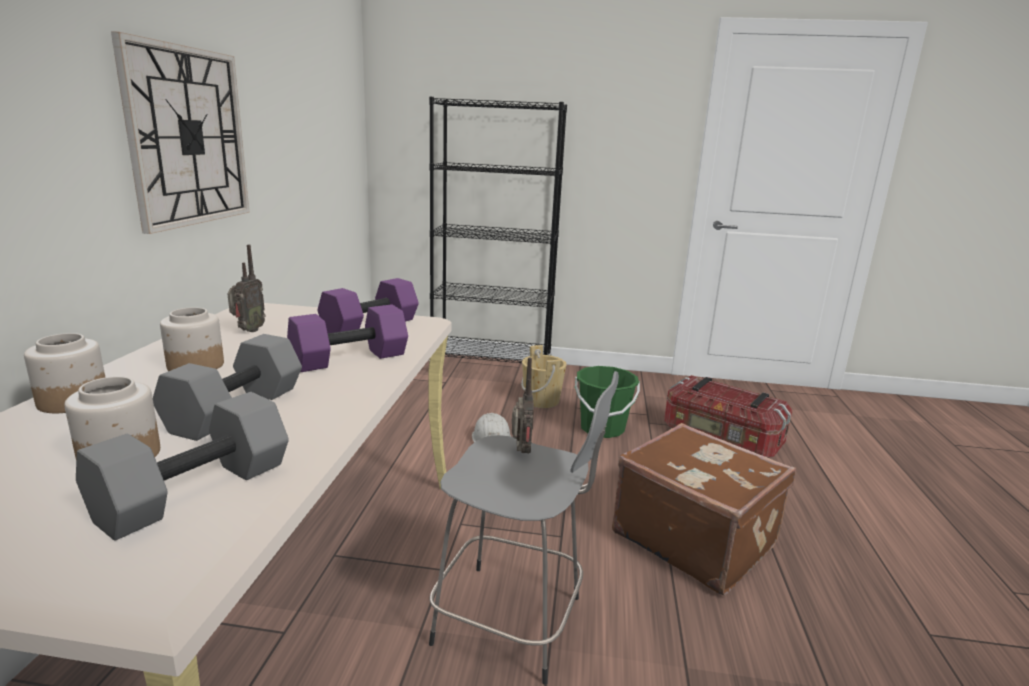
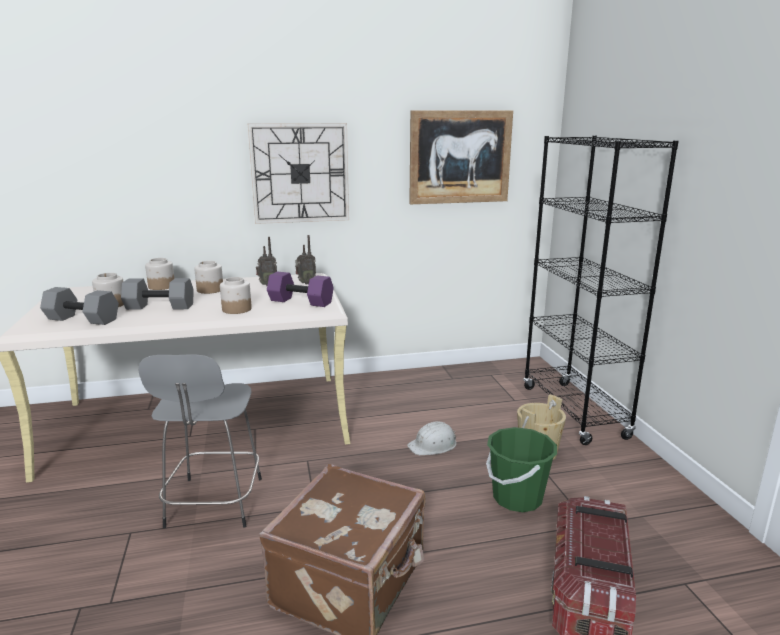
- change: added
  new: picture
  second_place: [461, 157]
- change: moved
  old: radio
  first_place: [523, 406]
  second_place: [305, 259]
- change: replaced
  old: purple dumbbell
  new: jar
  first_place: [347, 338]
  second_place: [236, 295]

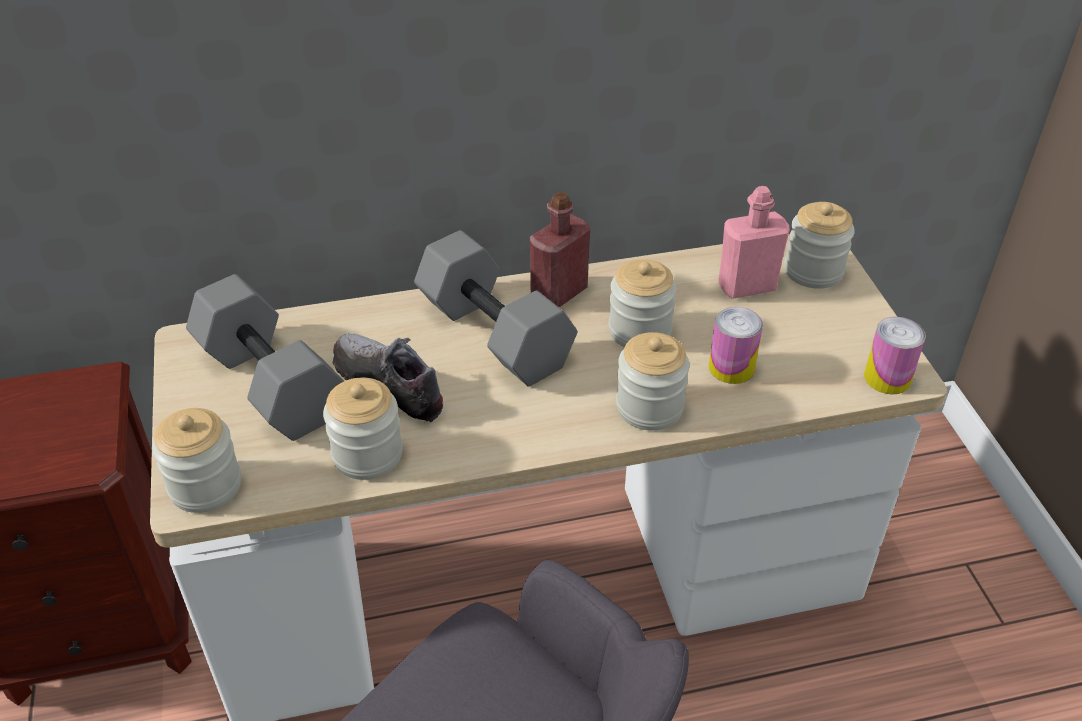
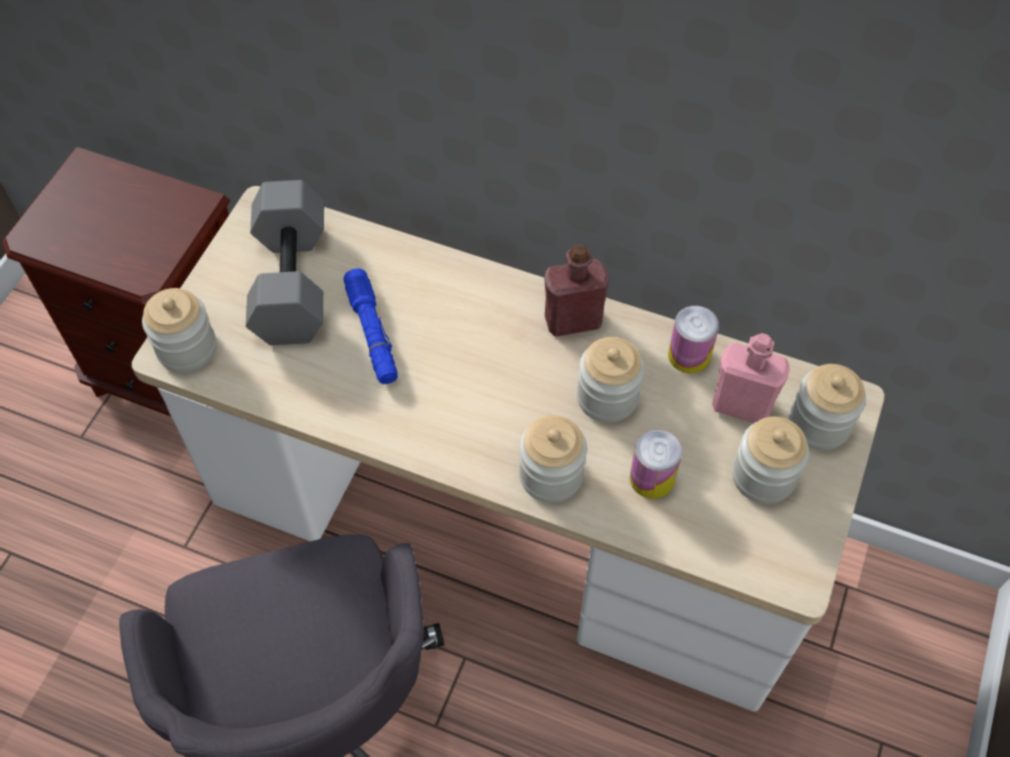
- change: removed
  old: grey dumbbell
  first_place: [495, 308]
- change: moved
  old: jar
  first_place: [363, 428]
  second_place: [770, 460]
- change: moved
  old: can
  first_place: [895, 355]
  second_place: [693, 339]
- change: replaced
  old: shoe
  new: blue flashlight
  first_place: [388, 377]
  second_place: [370, 326]

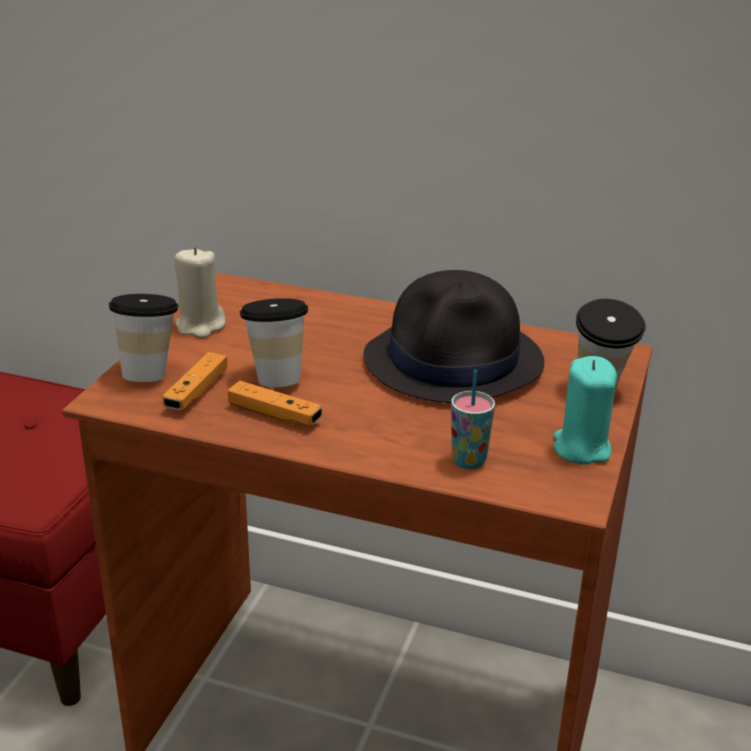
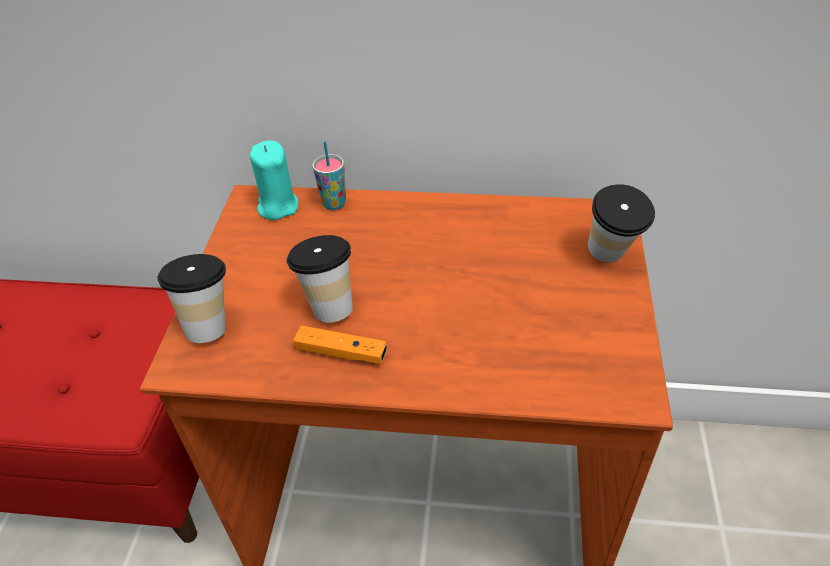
- change: removed
  old: orange game controller
  first_place: [194, 381]
- change: removed
  old: beige candle
  first_place: [200, 292]
- change: removed
  old: black hat
  first_place: [453, 336]
- change: moved
  old: cup
  first_place: [473, 419]
  second_place: [329, 175]
- change: moved
  old: turquoise candle
  first_place: [585, 410]
  second_place: [274, 180]

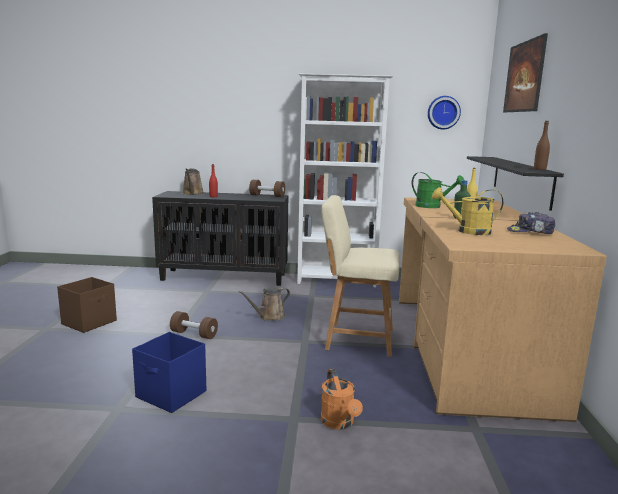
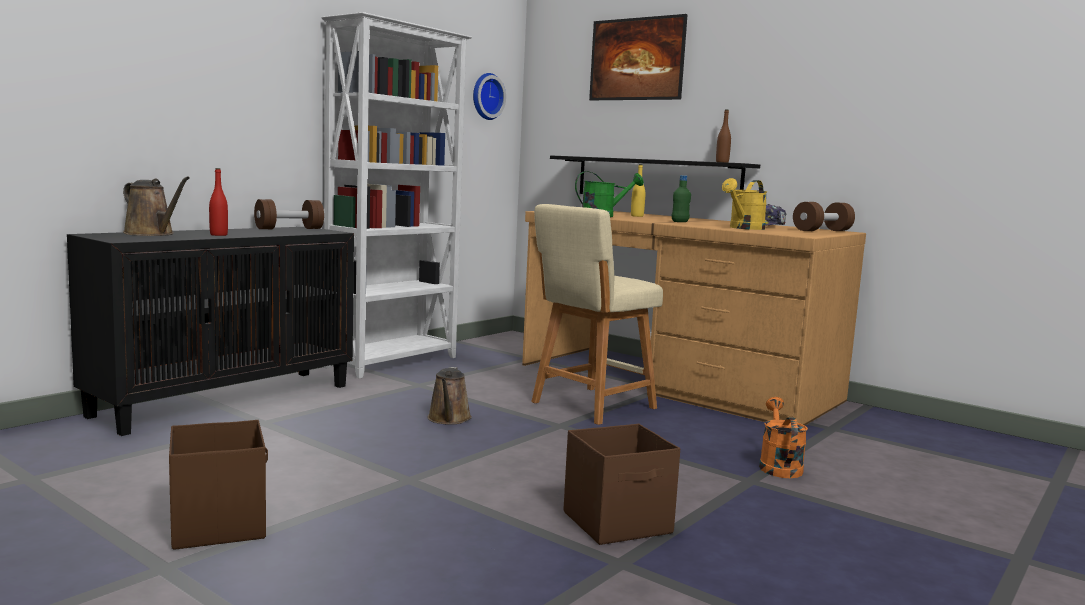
- change: moved
  old: brown dumbbell
  first_place: [194, 325]
  second_place: [824, 216]
- change: recoloured
  old: blue storage box
  new: brown storage box
  first_place: [169, 372]
  second_place: [622, 484]
- change: turned
  old: orange watering can
  first_place: [342, 399]
  second_place: [783, 437]
  degrees: -105

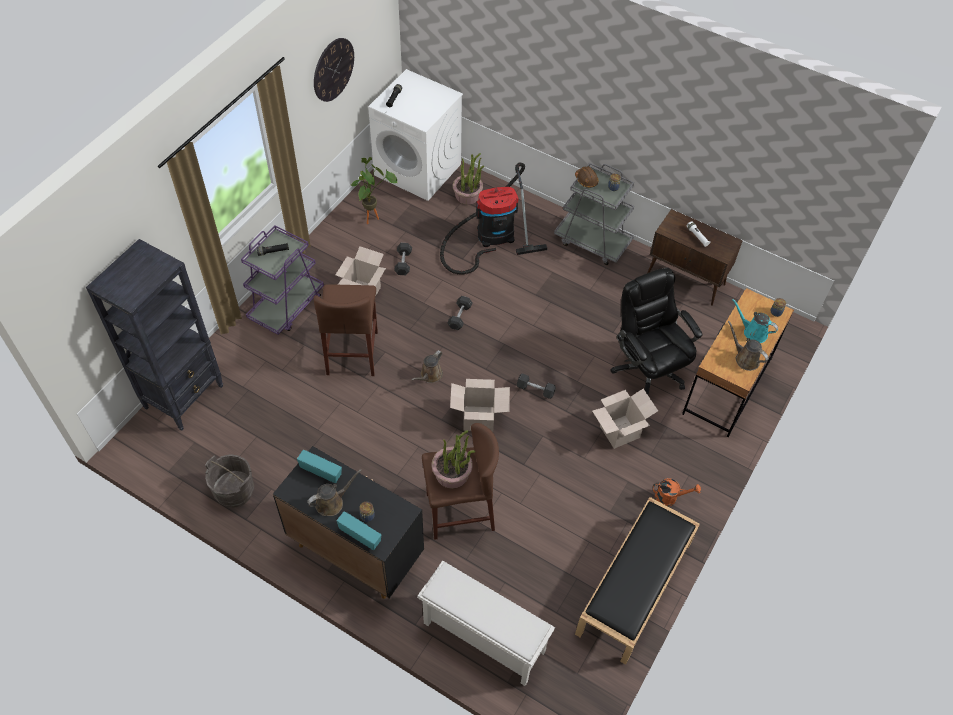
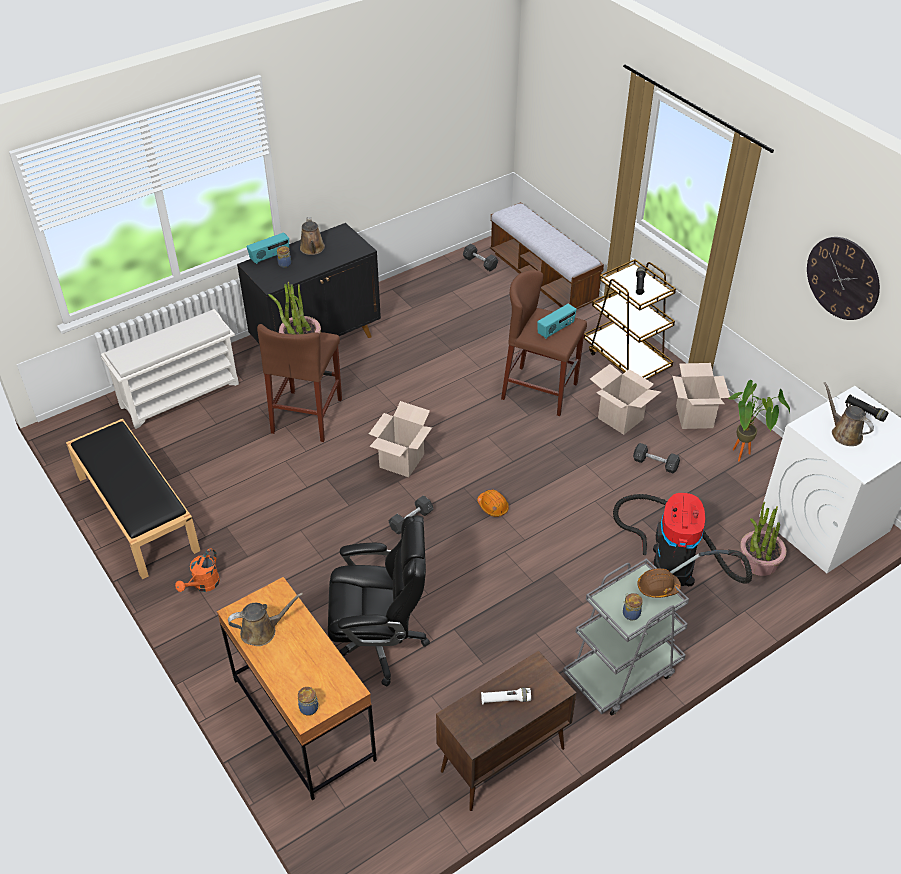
- change: removed
  old: grey bucket
  first_place: [229, 481]
- change: removed
  old: turquoise watering can
  first_place: [755, 321]
- change: added
  new: orange hard hat
  second_place: [493, 503]
- change: moved
  old: radio
  first_place: [319, 466]
  second_place: [556, 321]
- change: moved
  old: brown watering can
  first_place: [427, 366]
  second_place: [849, 414]
- change: moved
  old: grey dumbbell
  first_place: [459, 313]
  second_place: [480, 258]
- change: moved
  old: cardboard box
  first_place: [625, 419]
  second_place: [701, 396]
- change: replaced
  old: black bookcase
  new: bench
  first_place: [154, 335]
  second_place: [547, 256]
- change: recoloured
  old: purple cart
  new: brown cart
  first_place: [282, 280]
  second_place: [630, 319]

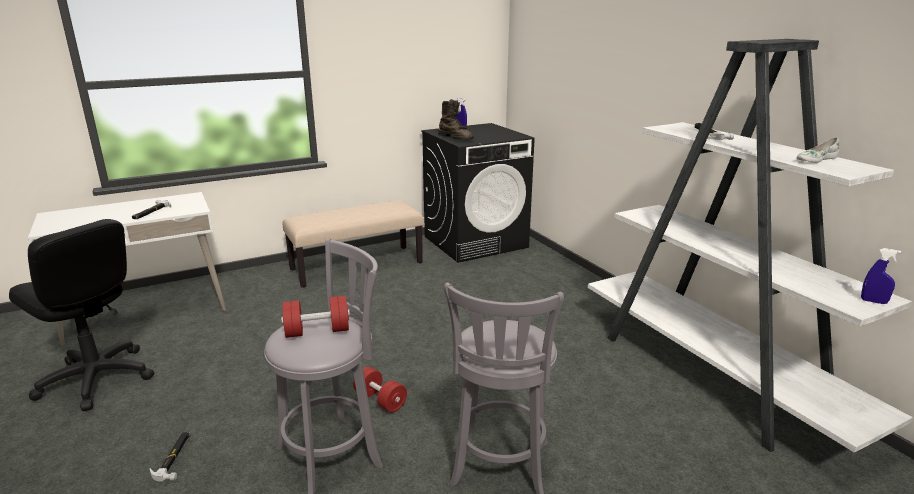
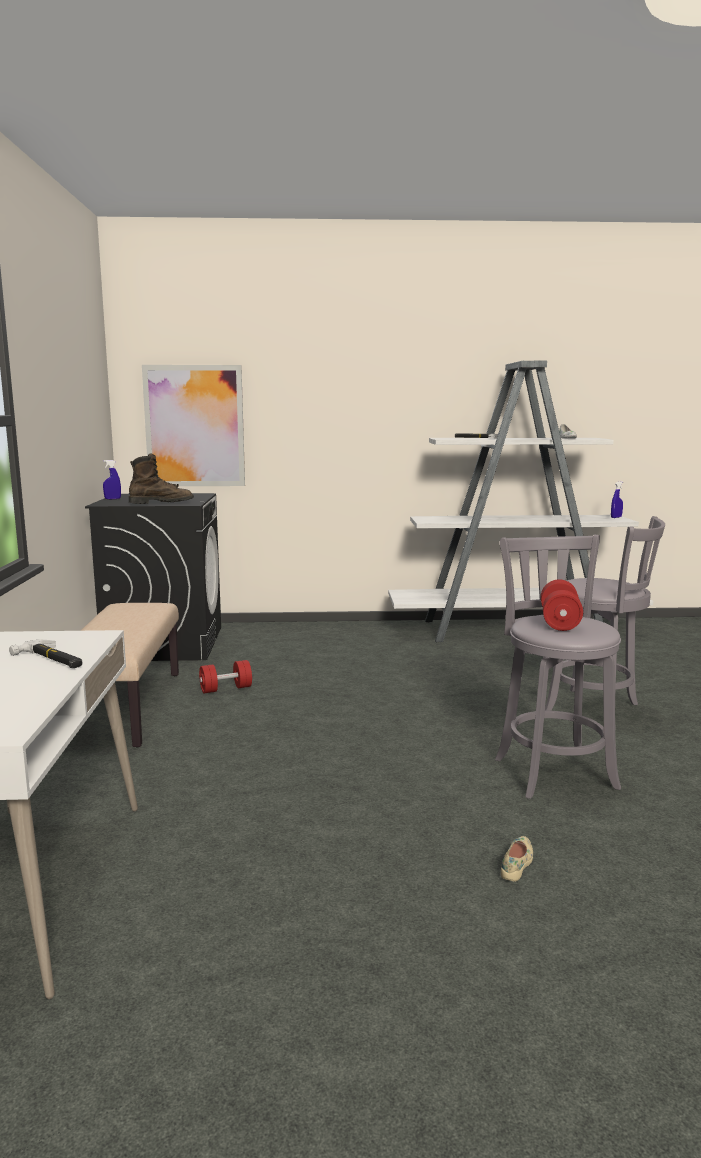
- change: removed
  old: black office chair
  first_place: [81, 315]
- change: added
  new: picture
  second_place: [193, 425]
- change: moved
  old: red dumbbell
  first_place: [380, 389]
  second_place: [225, 676]
- change: replaced
  old: hammer
  new: beige shoe
  first_place: [170, 457]
  second_place: [517, 858]

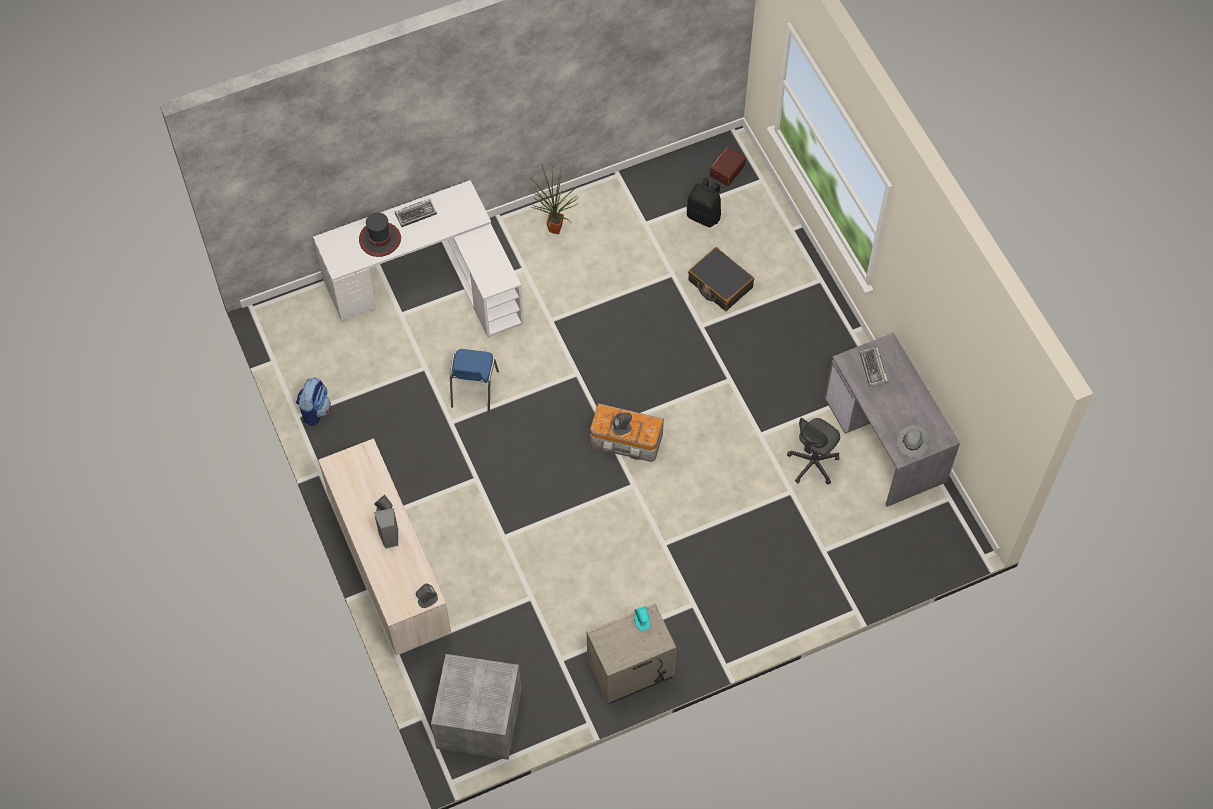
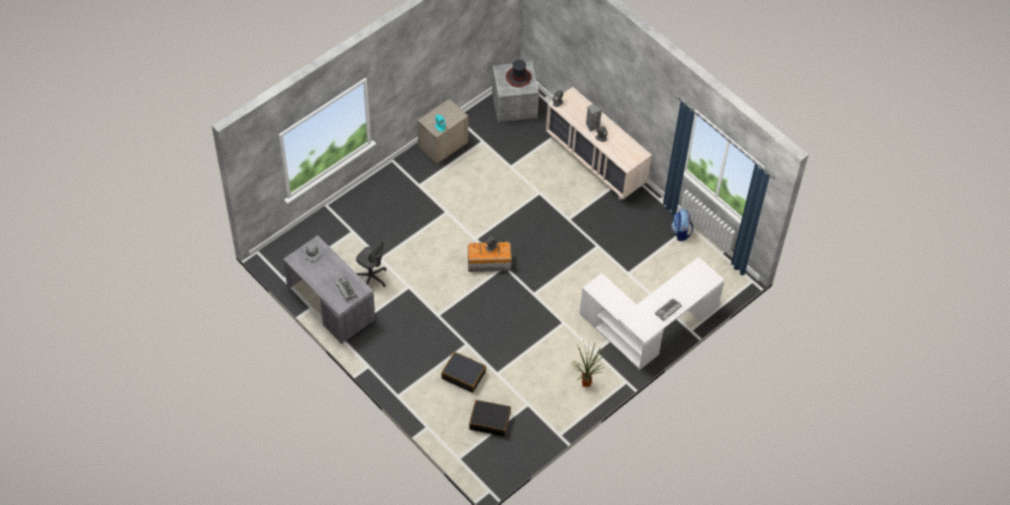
- change: removed
  old: blue chair
  first_place: [474, 380]
- change: removed
  old: brown storage box
  first_place: [728, 166]
- change: moved
  old: hat
  first_place: [380, 234]
  second_place: [519, 73]
- change: replaced
  old: black backpack
  new: black suitcase
  first_place: [703, 202]
  second_place: [490, 418]
- change: turned
  old: grey office chair
  first_place: [813, 451]
  second_place: [371, 264]
  degrees: 105

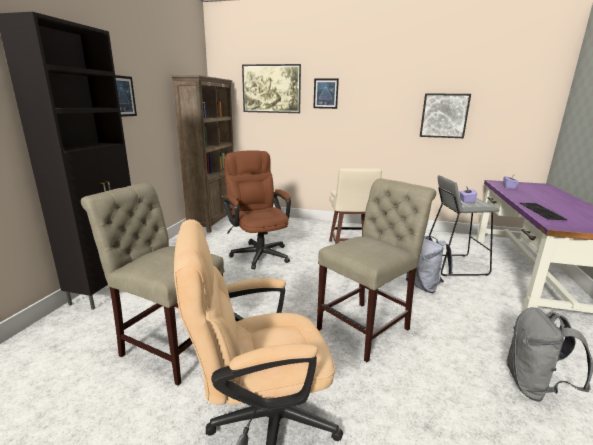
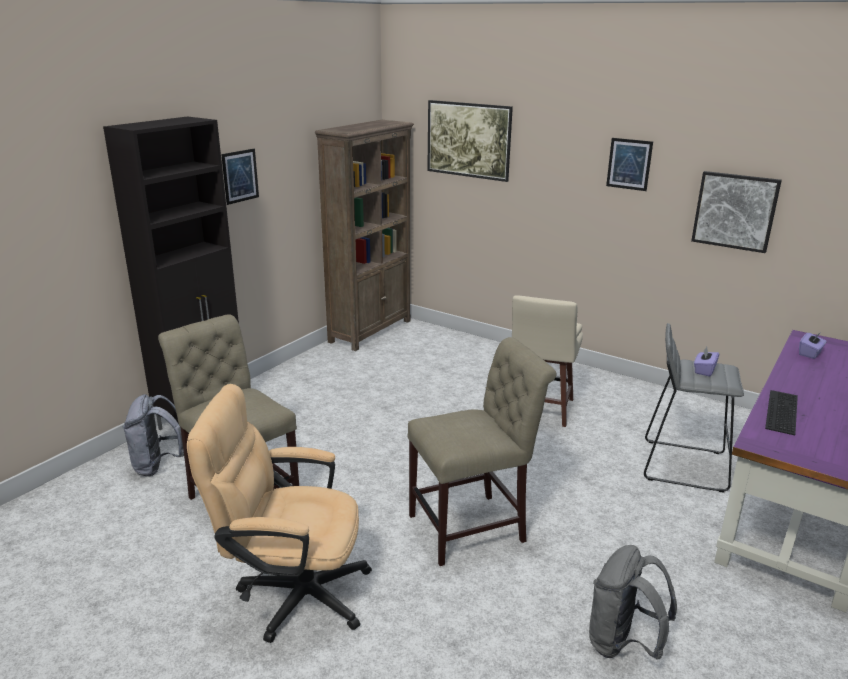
- change: removed
  old: brown office chair
  first_place: [257, 210]
- change: moved
  old: picture
  first_place: [326, 94]
  second_place: [629, 164]
- change: moved
  old: grey backpack
  first_place: [429, 264]
  second_place: [153, 435]

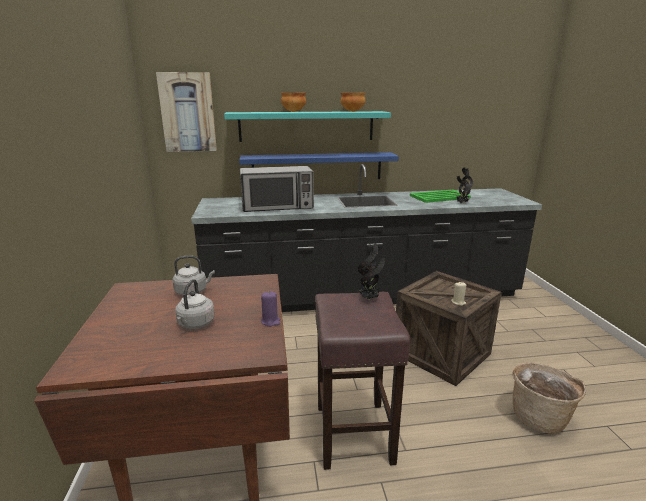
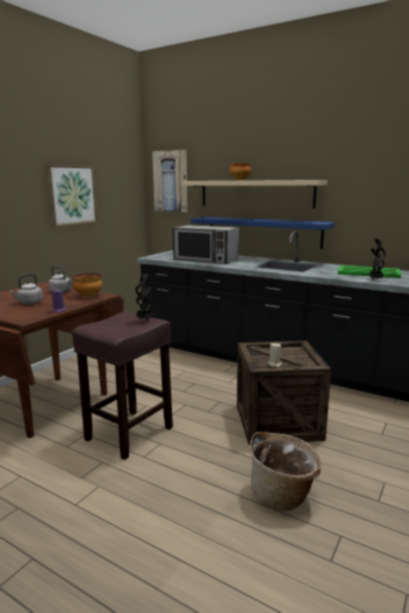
- change: added
  new: picture
  second_place: [72, 196]
- change: moved
  old: bowl
  first_place: [353, 102]
  second_place: [87, 285]
- change: recoloured
  old: turquoise shelf
  new: beige shelf
  first_place: [307, 126]
  second_place: [255, 194]

